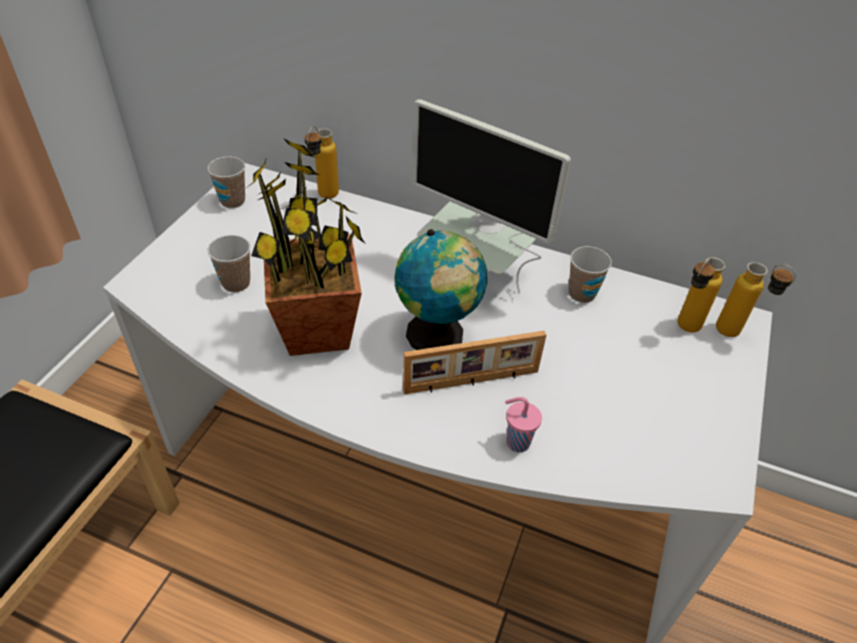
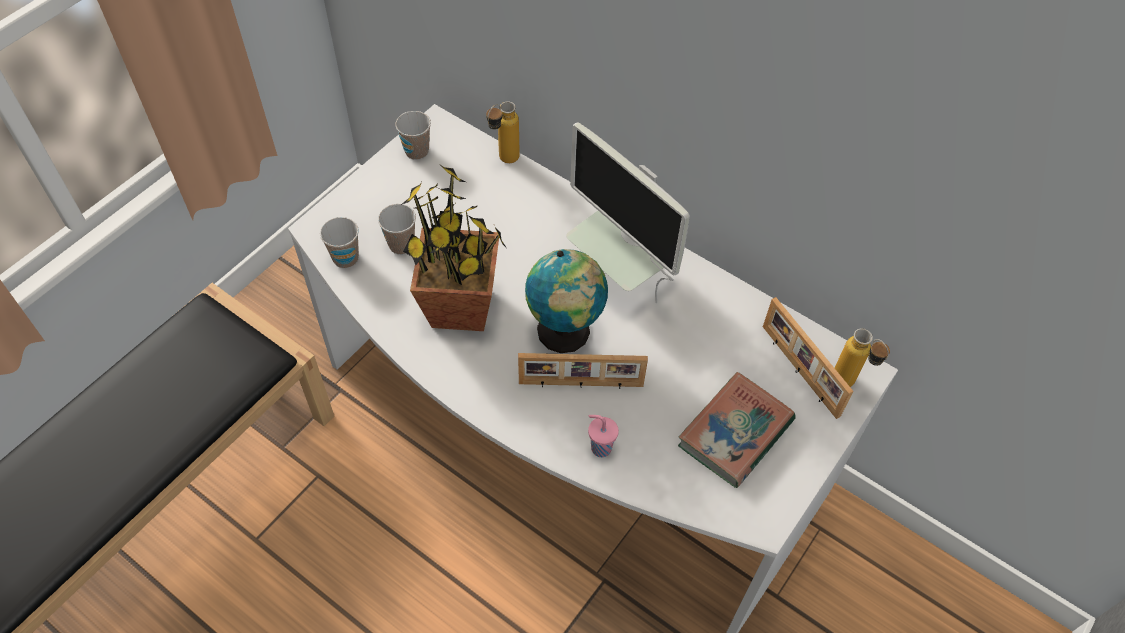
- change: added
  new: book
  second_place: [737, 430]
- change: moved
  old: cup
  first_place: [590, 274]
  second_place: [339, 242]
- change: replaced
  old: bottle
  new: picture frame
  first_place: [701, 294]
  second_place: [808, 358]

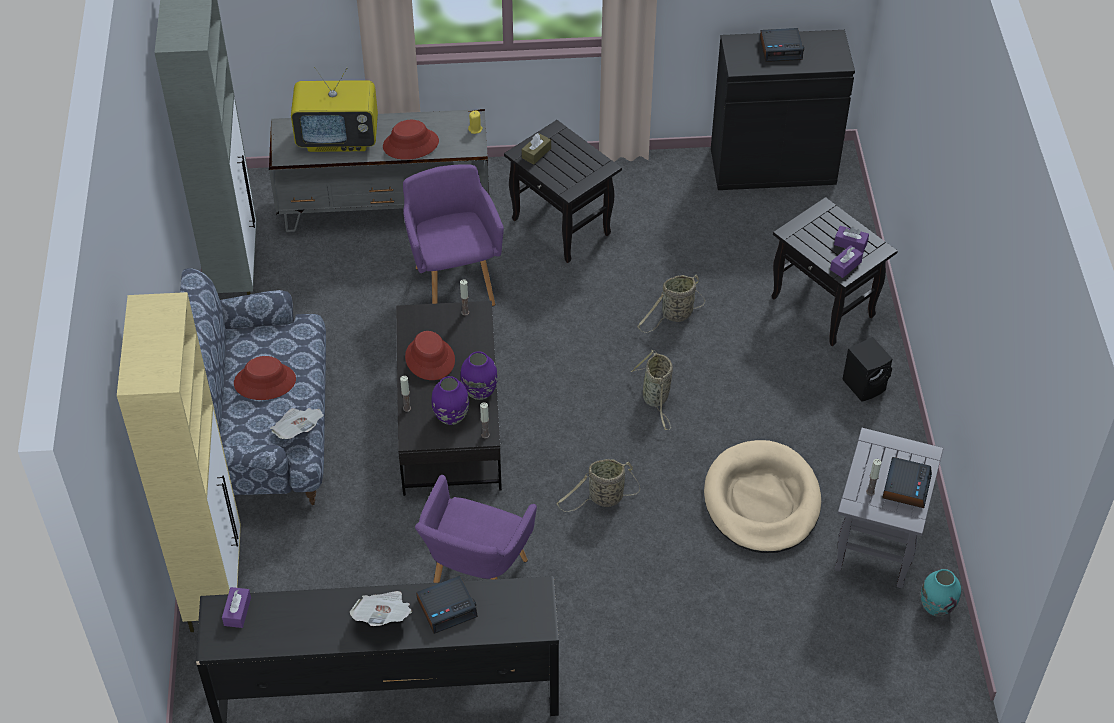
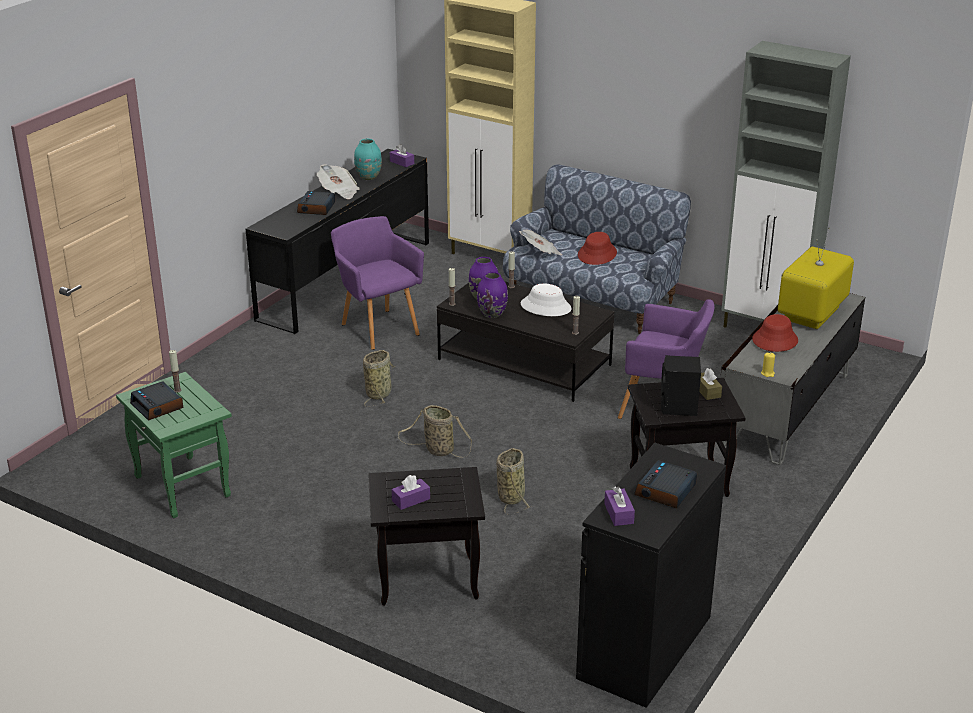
- change: removed
  old: beige dog bed
  first_place: [762, 496]
- change: moved
  old: purple tissue box
  first_place: [846, 261]
  second_place: [619, 506]
- change: moved
  old: black speaker
  first_place: [867, 369]
  second_place: [681, 385]
- change: moved
  old: turquoise vase
  first_place: [941, 593]
  second_place: [368, 159]
- change: recoloured
  old: red hat
  new: white hat
  first_place: [430, 355]
  second_place: [546, 300]
- change: recoloured
  old: grey side table
  new: green side table
  first_place: [889, 508]
  second_place: [174, 445]

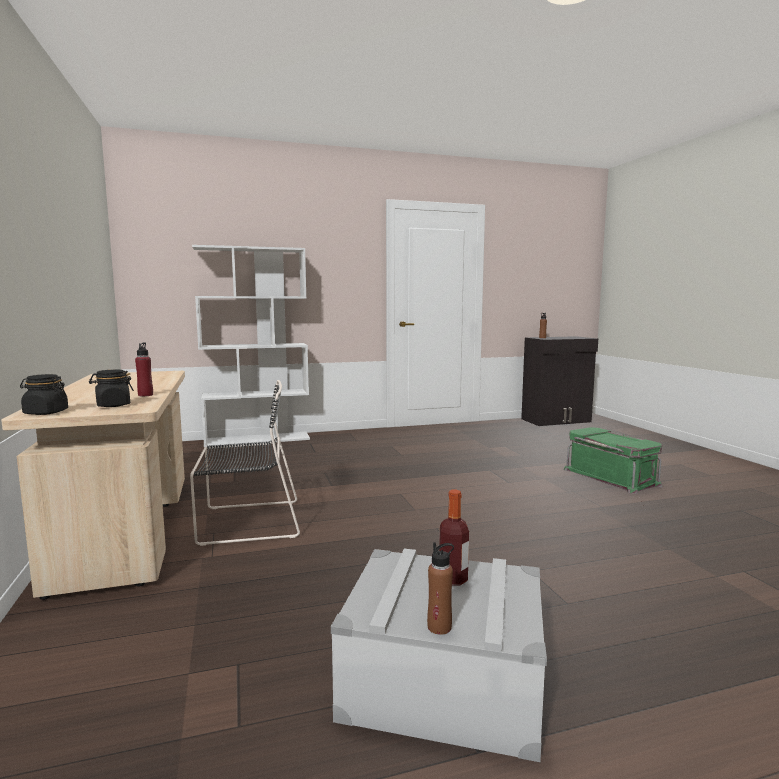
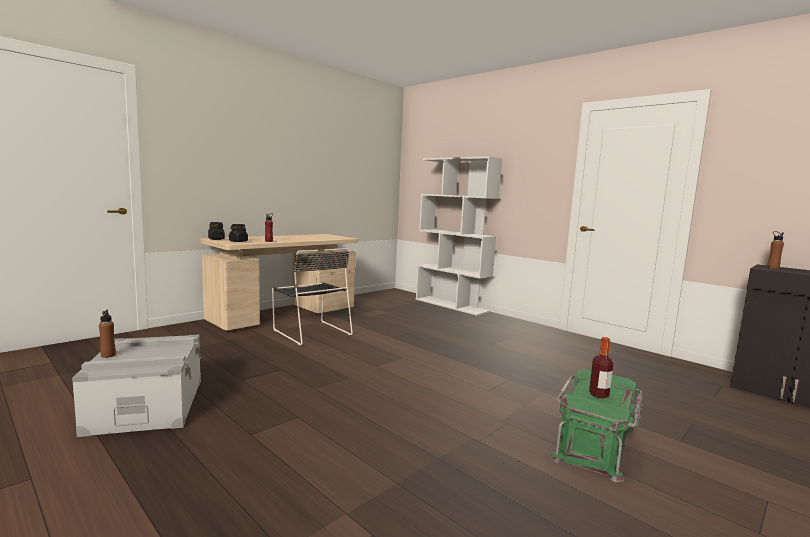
- change: moved
  old: bottle
  first_place: [454, 537]
  second_place: [601, 367]

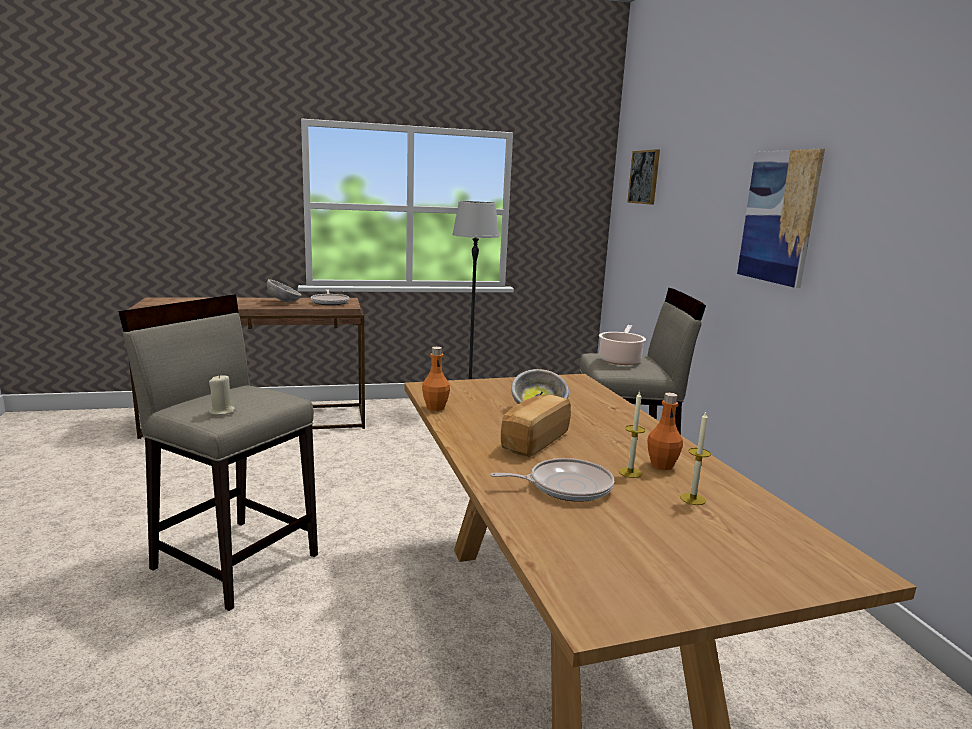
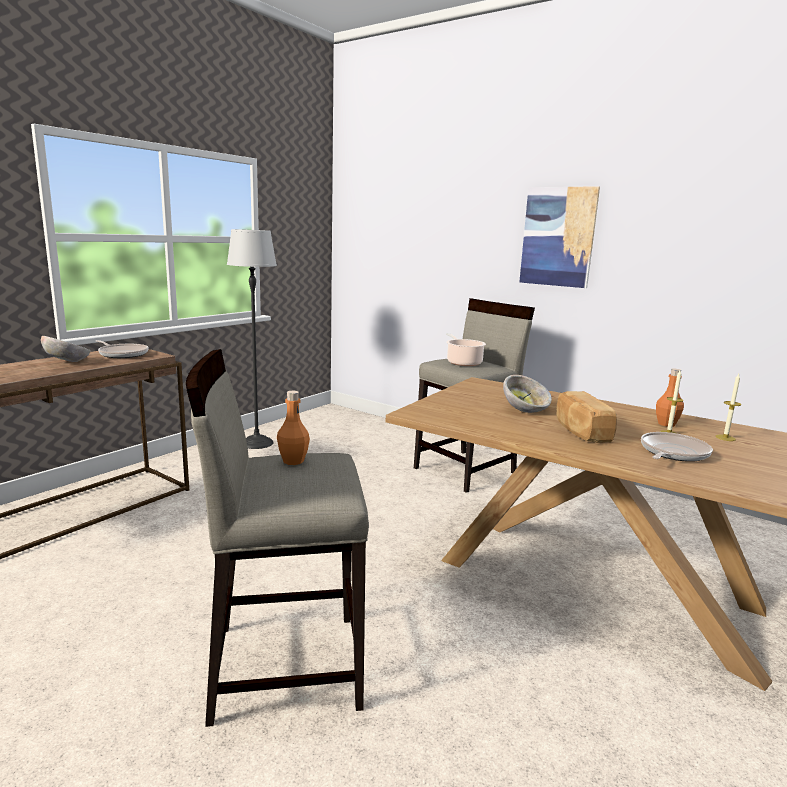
- change: removed
  old: beige candle
  first_place: [222, 394]
- change: removed
  old: picture
  first_place: [644, 177]
- change: moved
  old: orange bottle
  first_place: [436, 379]
  second_place: [293, 428]

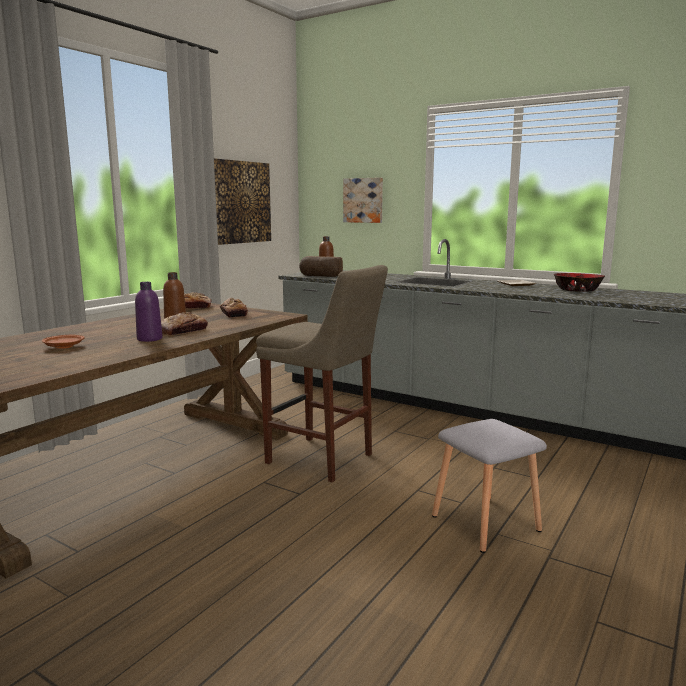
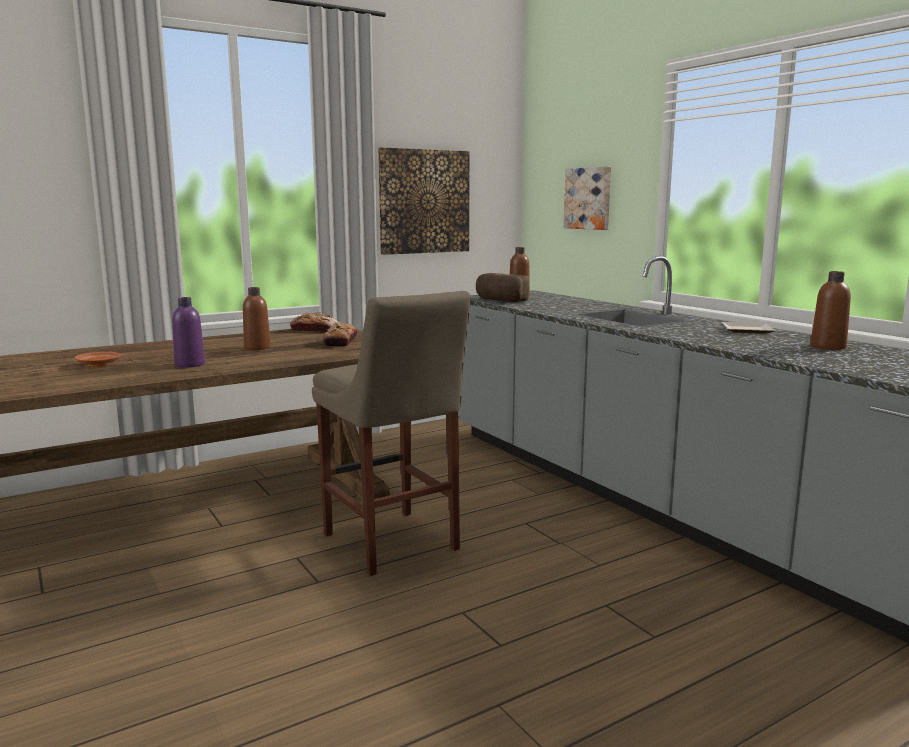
- change: removed
  old: bread
  first_place: [184, 323]
- change: removed
  old: grey stool
  first_place: [489, 486]
- change: replaced
  old: bowl
  new: brown bottle
  first_place: [579, 282]
  second_place: [831, 310]

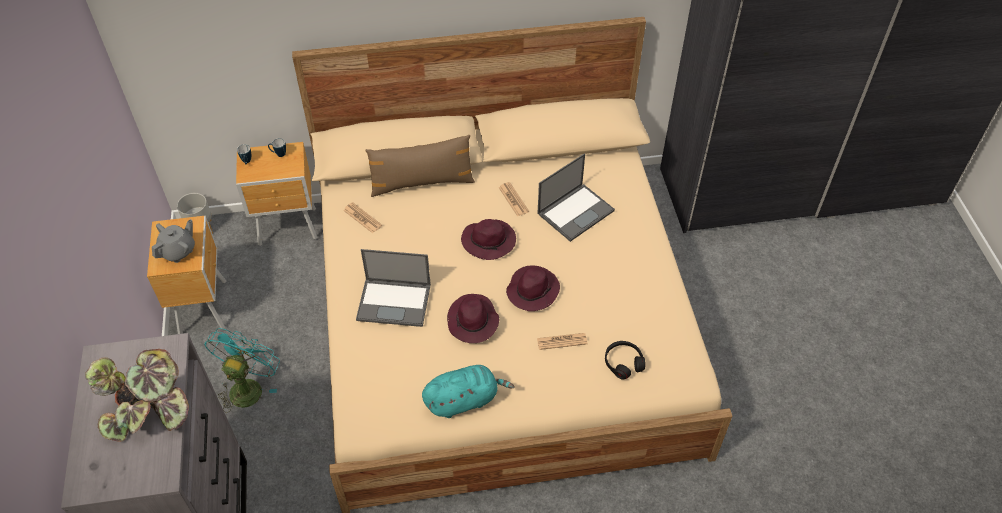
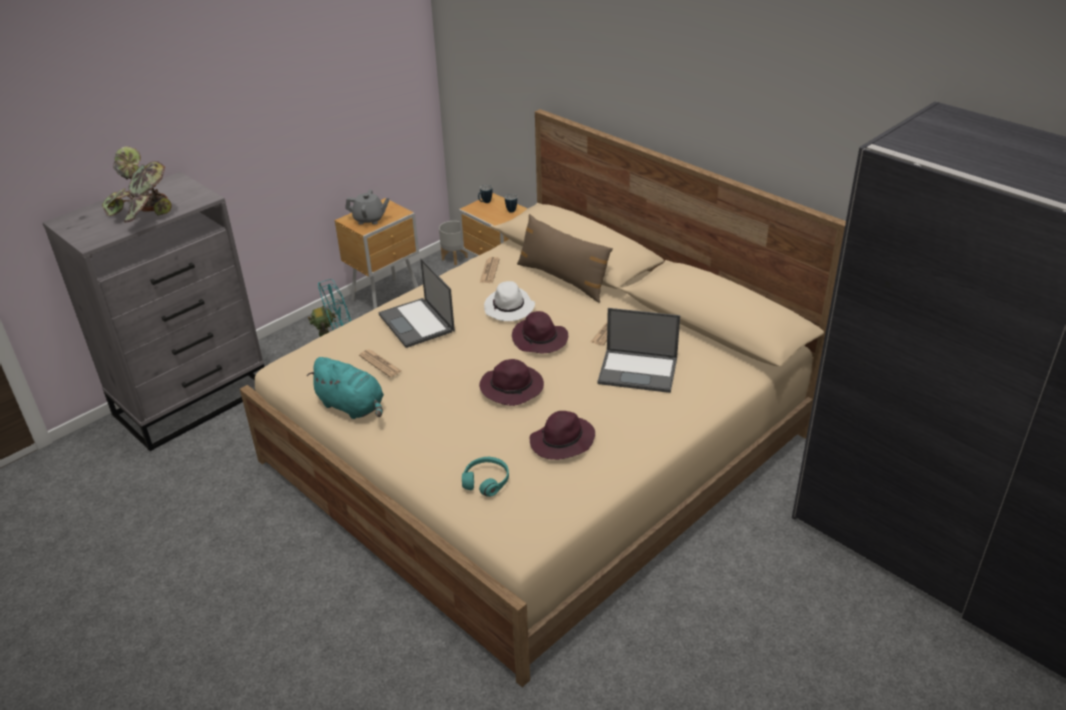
- change: added
  new: white hat
  second_place: [509, 301]
- change: moved
  old: purple hat
  first_place: [473, 318]
  second_place: [562, 435]
- change: moved
  old: newspaper
  first_place: [562, 341]
  second_place: [380, 363]
- change: recoloured
  old: black headphones
  new: turquoise headphones
  first_place: [625, 360]
  second_place: [485, 477]

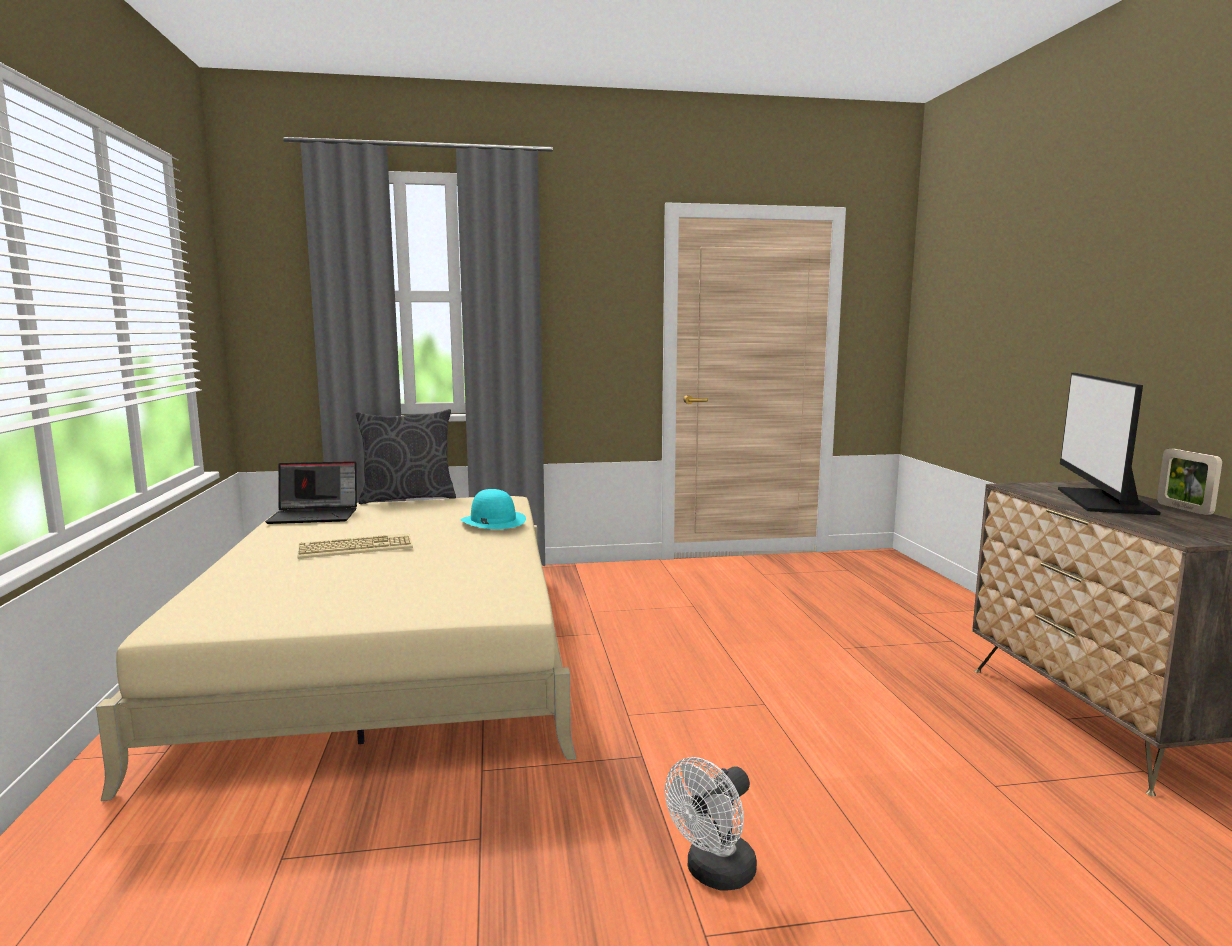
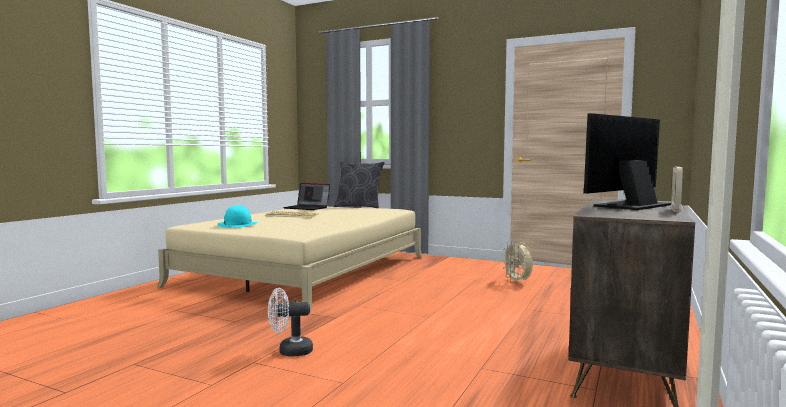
- change: added
  new: beige fan
  second_place: [517, 261]
- change: moved
  old: turquoise hat
  first_place: [493, 509]
  second_place: [238, 217]

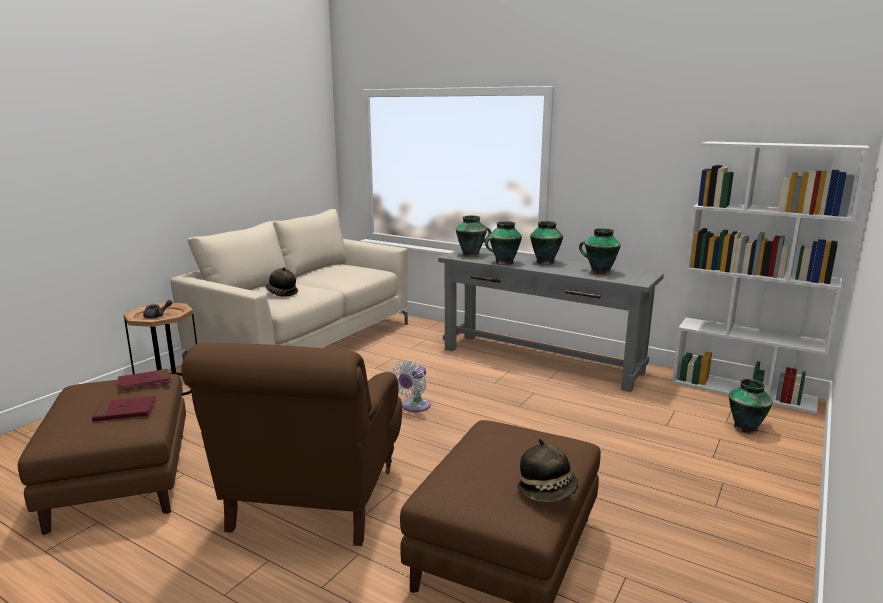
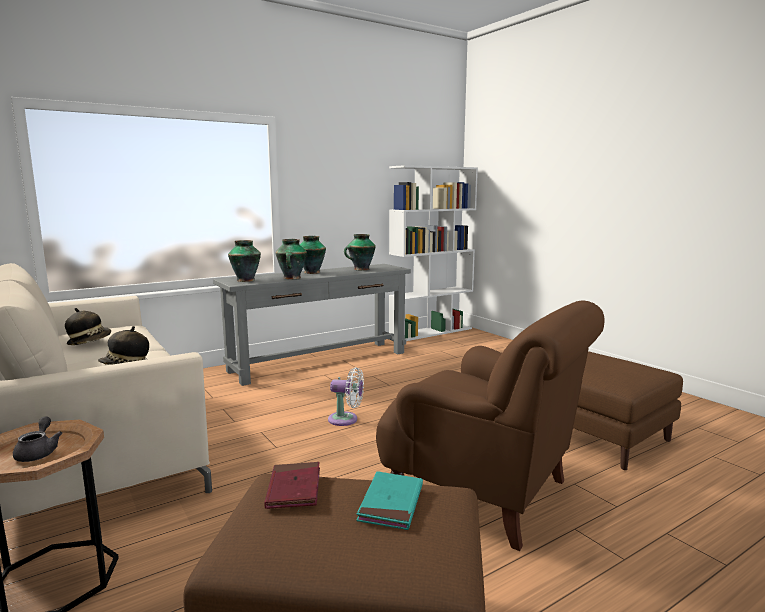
- change: removed
  old: vase
  first_place: [751, 406]
- change: moved
  old: hat
  first_place: [548, 470]
  second_place: [88, 326]
- change: recoloured
  old: red book
  new: turquoise book
  first_place: [124, 409]
  second_place: [389, 500]
- change: turned
  old: white fan
  first_place: [411, 386]
  second_place: [346, 396]
  degrees: -45

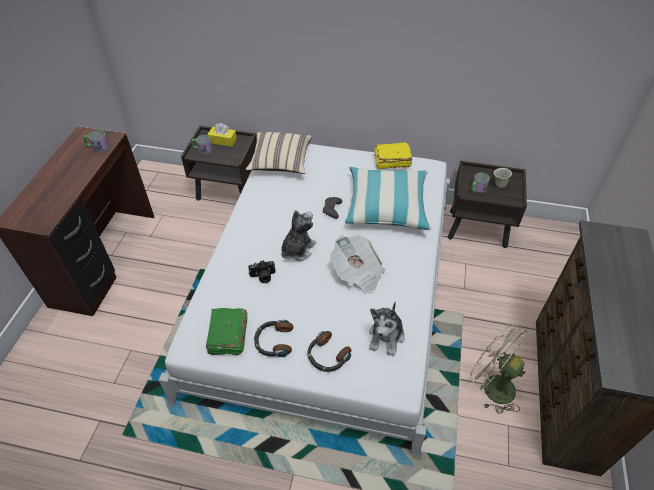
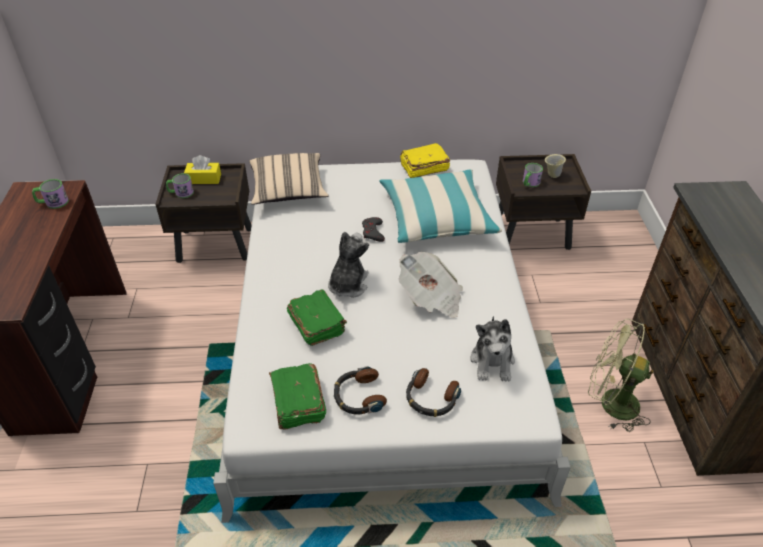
- change: replaced
  old: photo camera
  new: green book
  first_place: [261, 271]
  second_place: [317, 317]

